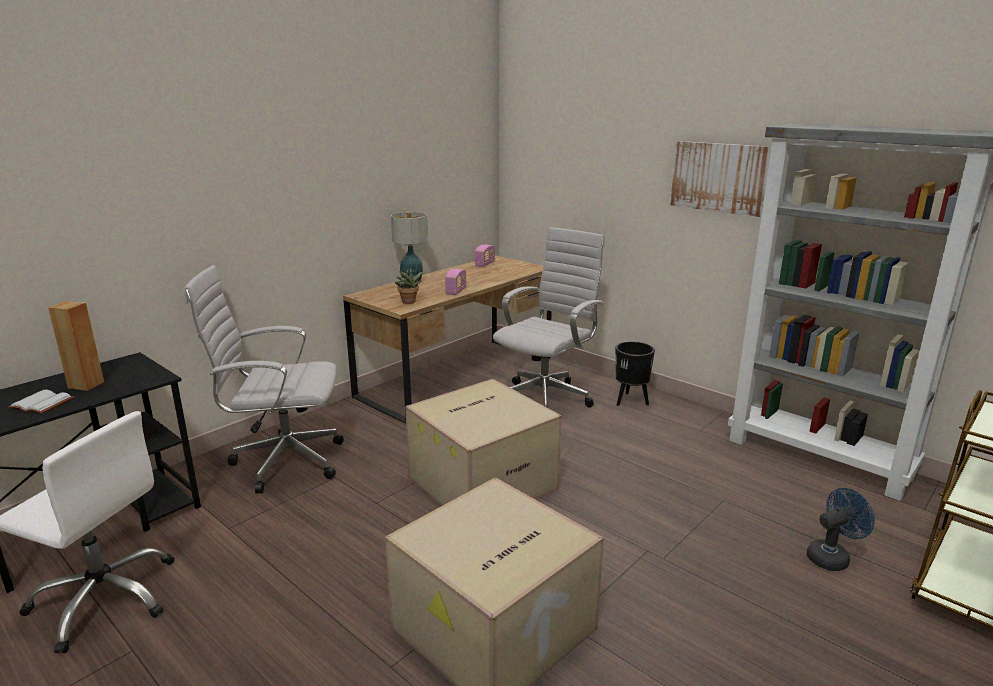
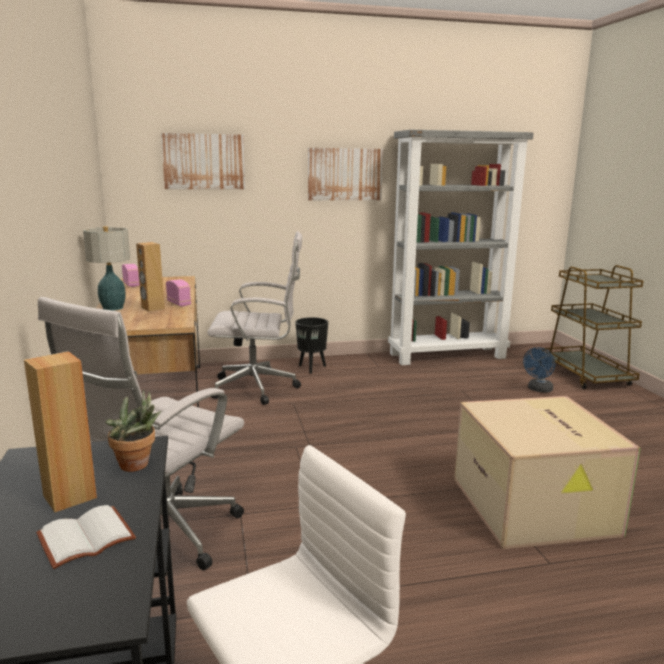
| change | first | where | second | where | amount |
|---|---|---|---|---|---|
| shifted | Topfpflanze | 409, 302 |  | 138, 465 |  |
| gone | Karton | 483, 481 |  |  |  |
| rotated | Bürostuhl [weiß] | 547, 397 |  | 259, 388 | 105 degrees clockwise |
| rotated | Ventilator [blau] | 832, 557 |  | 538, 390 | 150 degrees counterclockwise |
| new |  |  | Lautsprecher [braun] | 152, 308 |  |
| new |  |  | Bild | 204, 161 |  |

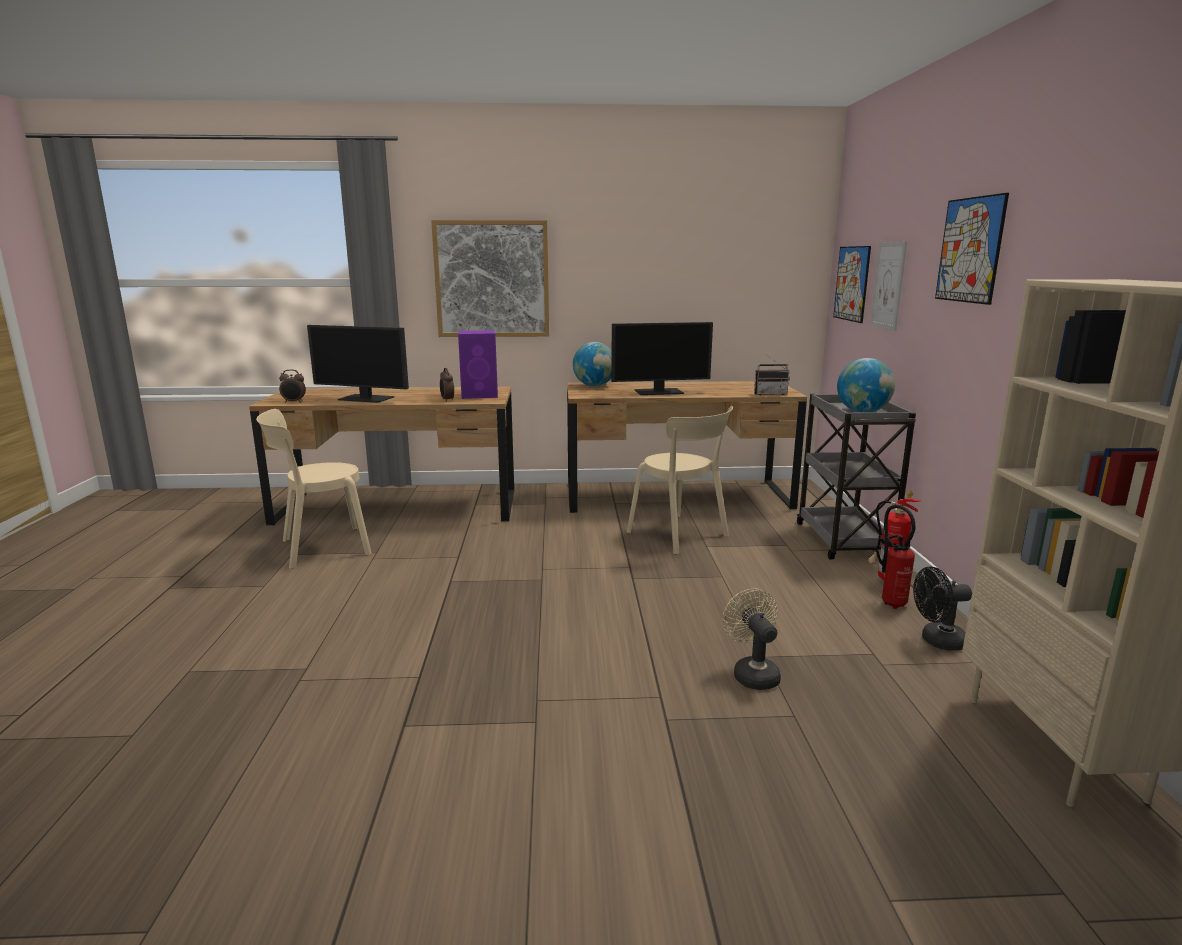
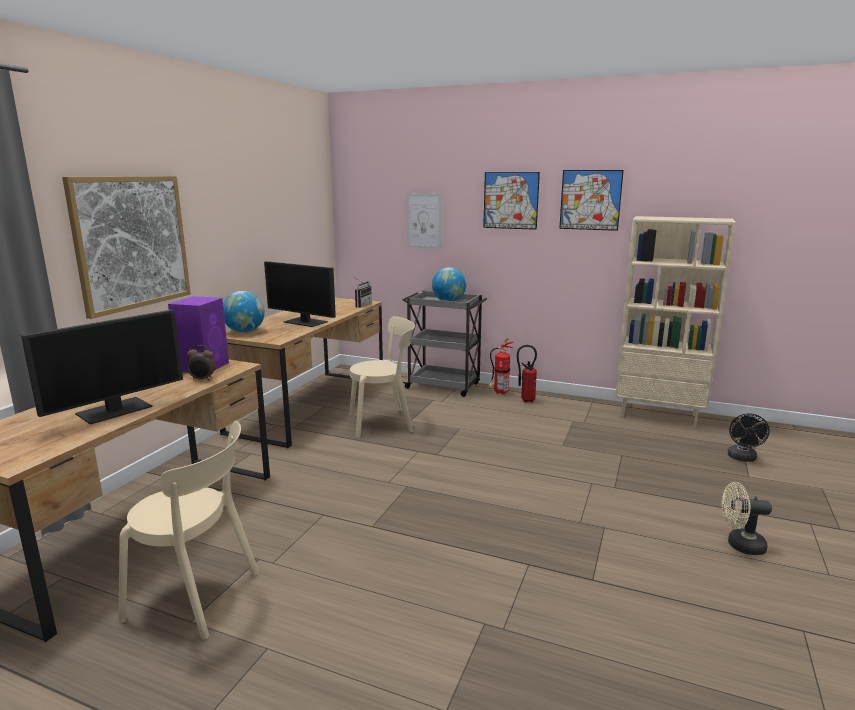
| change | first | where | second | where | amount |
|---|---|---|---|---|---|
| rotated | Stuhl [beige] | 320, 548 |  | 198, 597 | 75 degrees counterclockwise |
| gone | Wecker | 294, 402 |  |  |  |
| rotated | Monitor | 659, 392 |  | 305, 322 | 105 degrees clockwise |
| shifted | Ventilator [beige] | 752, 673 |  | 740, 545 |  |
| shifted | Bild | 851, 283 |  | 590, 200 |  |
| shifted | Ventilator [schwarz] | 937, 641 |  | 742, 458 |  |

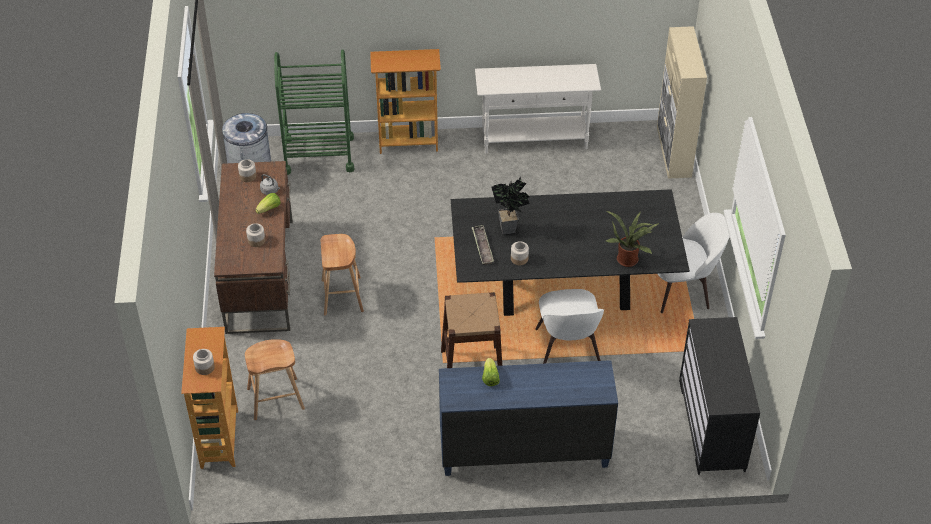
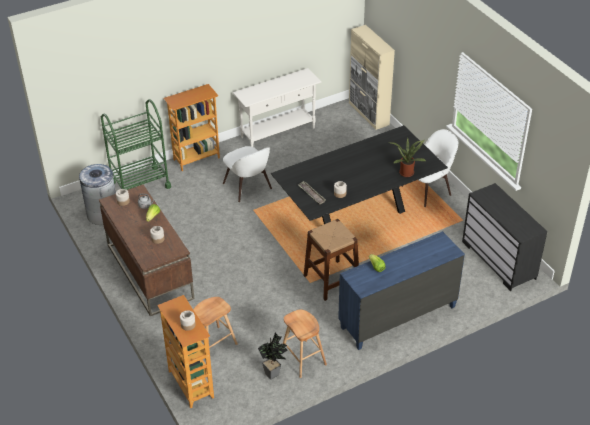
| change | first | where | second | where | amount |
|---|---|---|---|---|---|
| shifted | Hocker [braun] | 342, 295 |  | 303, 358 |  |
| shifted | Topfpflanze | 510, 230 |  | 274, 374 |  |
| shifted | Stuhl [weiß] | 568, 348 |  | 248, 187 |  |

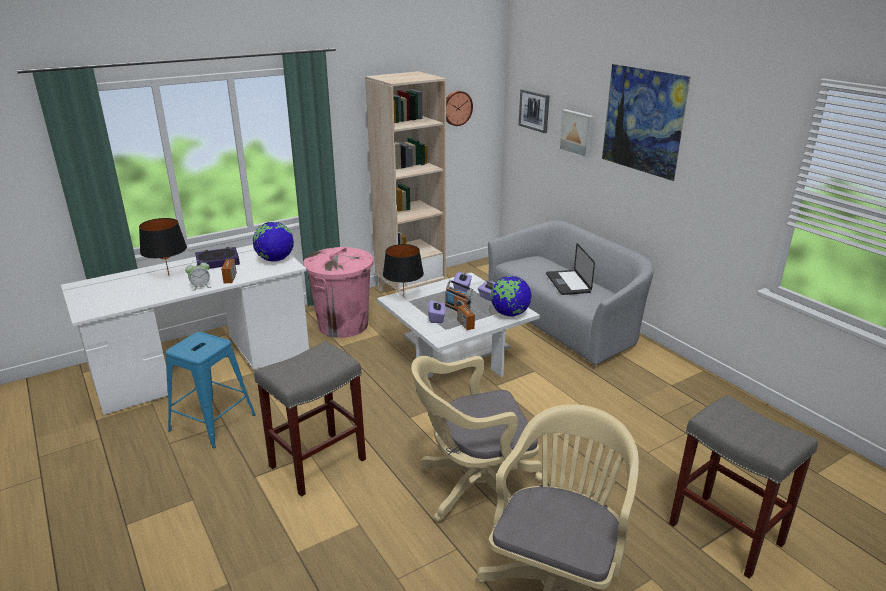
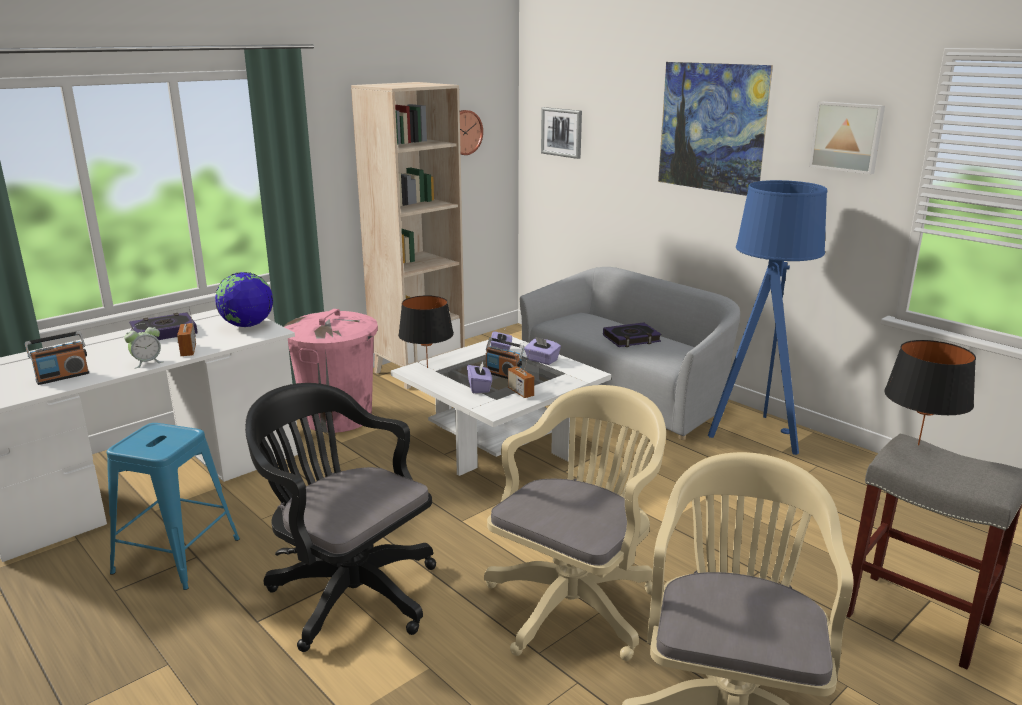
| change | first | where | second | where | amount |
|---|---|---|---|---|---|
| shifted | Tischlampe [schwarz] | 169, 275 |  | 918, 444 |  |
| swapped | Hocker [grau] | 318, 462 | Bürostuhl [schwarz] | 348, 591 |  |
| rotated | Bürostuhl [beige] | 473, 489 |  | 576, 601 | 150 degrees clockwise |
| gone | Globus | 509, 314 |  |  |  |
| swapped | Laptop | 568, 283 | Buch | 631, 339 |  |
| shifted | Bild | 577, 133 |  | 847, 137 |  |
| new |  |  | Radio | 62, 377 |  |
| new |  |  | Stehlampe [blau] | 756, 435 |  |

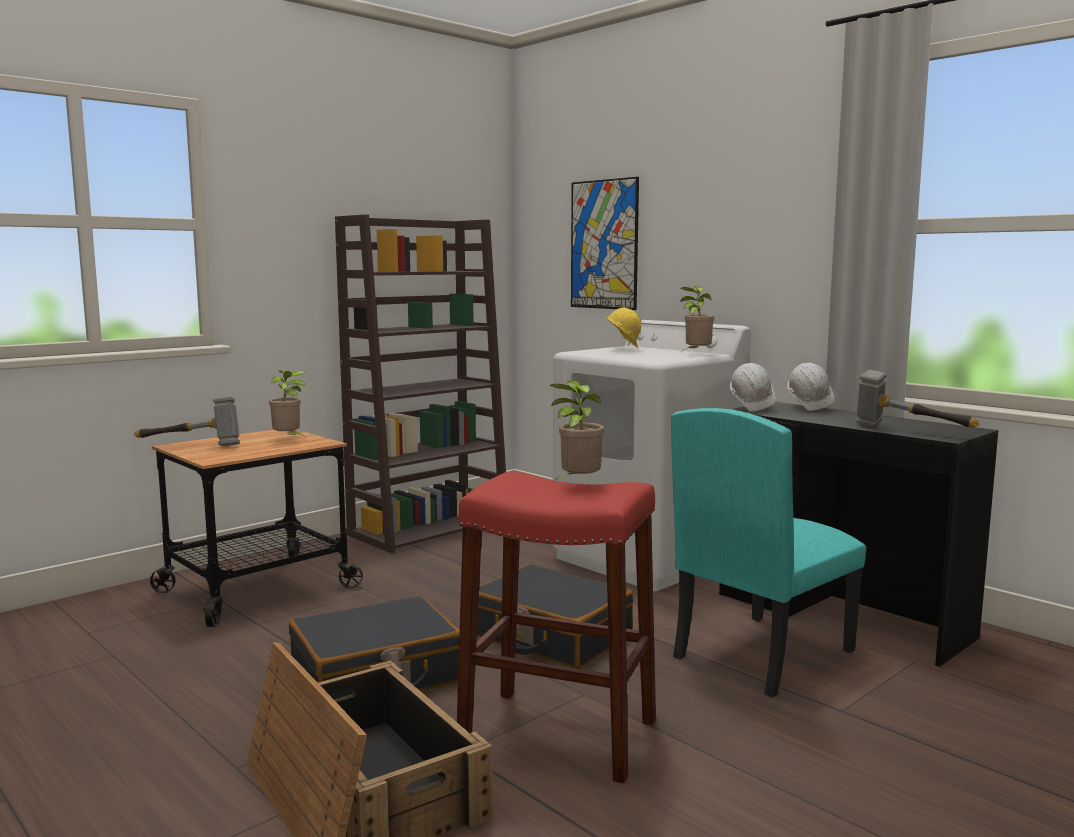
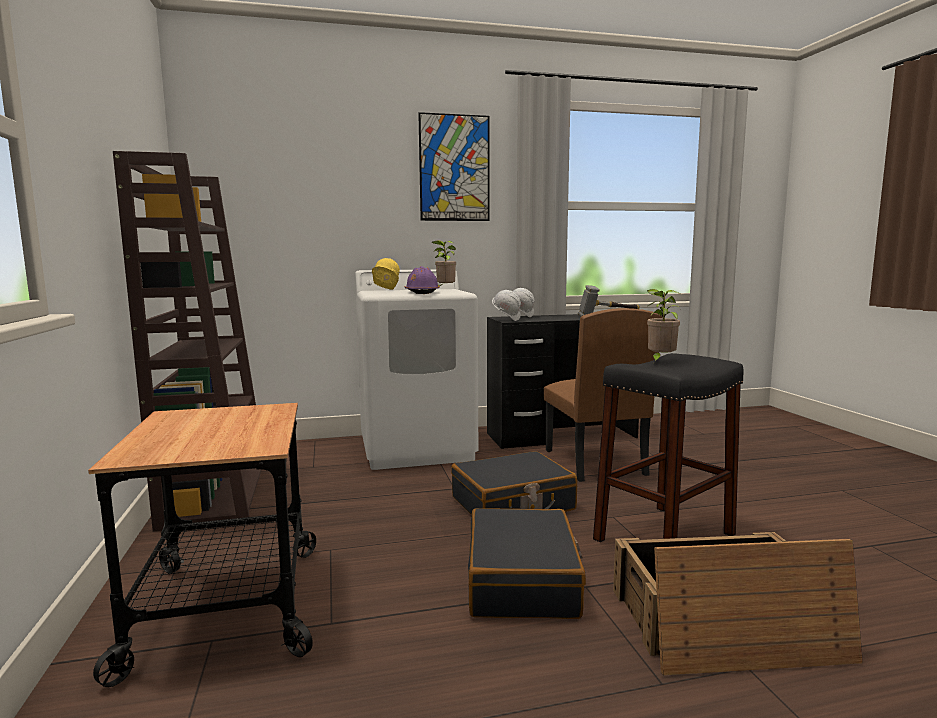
| change | first | where | second | where | amount |
|---|---|---|---|---|---|
| gone | Hammer | 192, 446 |  |  |  |
| gone | Topfpflanze | 288, 439 |  |  |  |
| repainted | Hocker [rot] | 558, 734 | Hocker [schwarz] | 664, 537 |  |
| shifted | Bild | 604, 244 |  | 454, 168 |  |
| repainted | Stuhl [türkis] | 762, 653 | Stuhl [braun] | 594, 462 |  |
| new |  |  | Schutzhelm [lila] | 422, 293 |  |

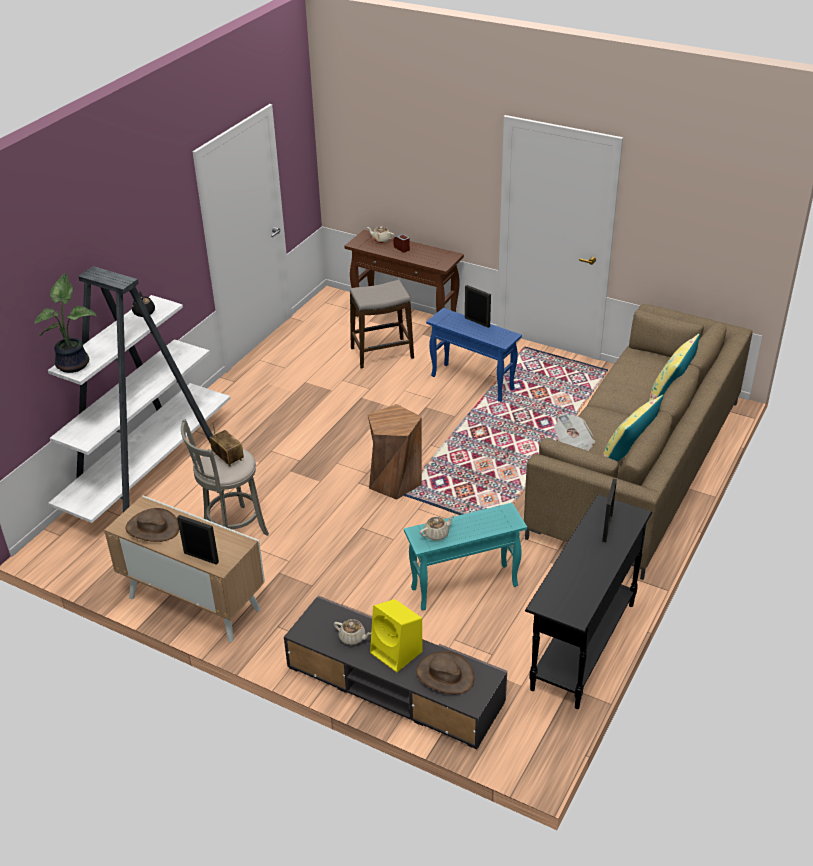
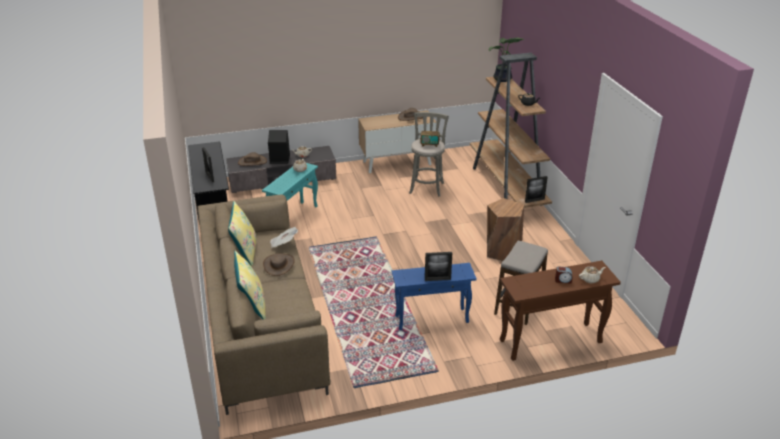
| change | first | where | second | where | amount |
|---|---|---|---|---|---|
| repainted | Bücherregal [weiß] | 149, 470 | Bücherregal [braun] | 507, 187 |  |
| shifted | Bilderrahmen | 201, 557 |  | 534, 200 |  |
| shifted | Hocker [braun] | 395, 481 |  | 502, 251 |  |
| repainted | Lautsprecher [gelb] | 397, 652 | Lautsprecher [schwarz] | 279, 159 |  |
| new |  |  | Hut [braun] | 279, 265 |  |

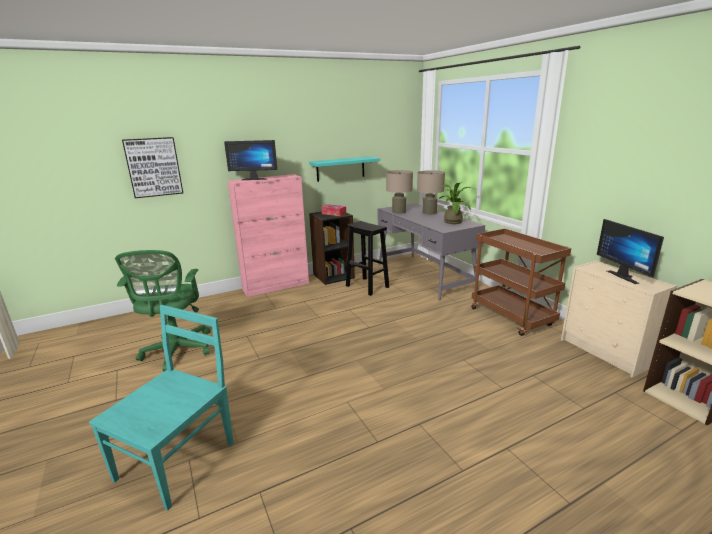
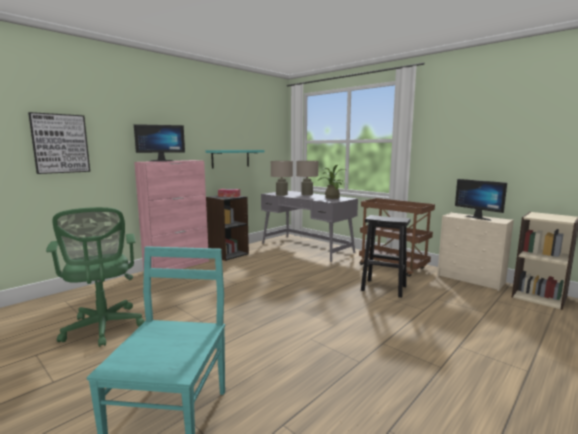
| change | first | where | second | where | amount |
|---|---|---|---|---|---|
| shifted | Hocker [schwarz] | 366, 286 |  | 383, 288 |  |

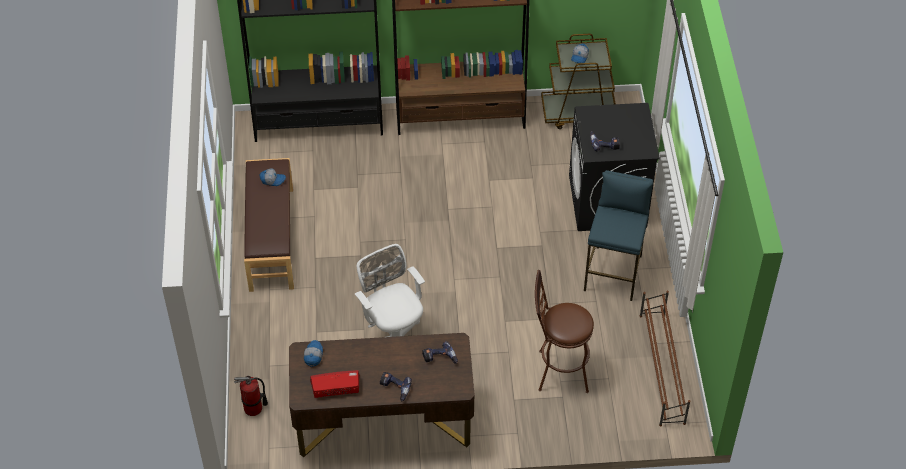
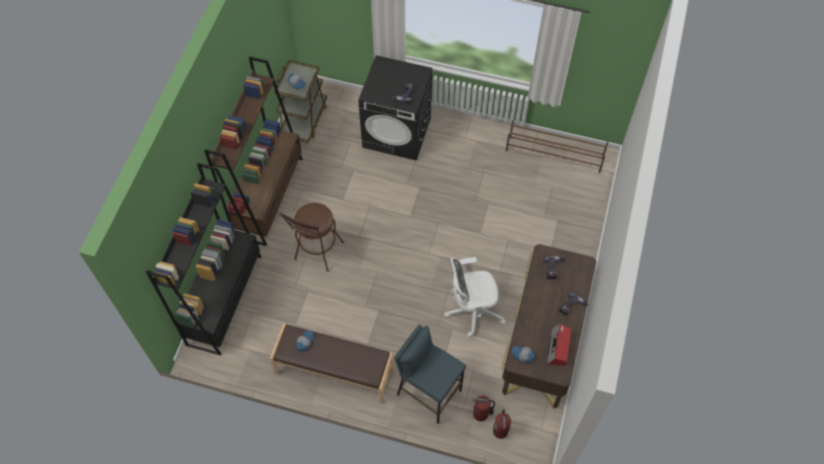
| change | first | where | second | where | amount |
|---|---|---|---|---|---|
| shifted | Hocker [braun] | 557, 371 |  | 317, 254 |  |
| shifted | Hocker [blau] | 614, 273 |  | 428, 392 |  |
| new |  |  | Feuerlöscher | 481, 414 |  |

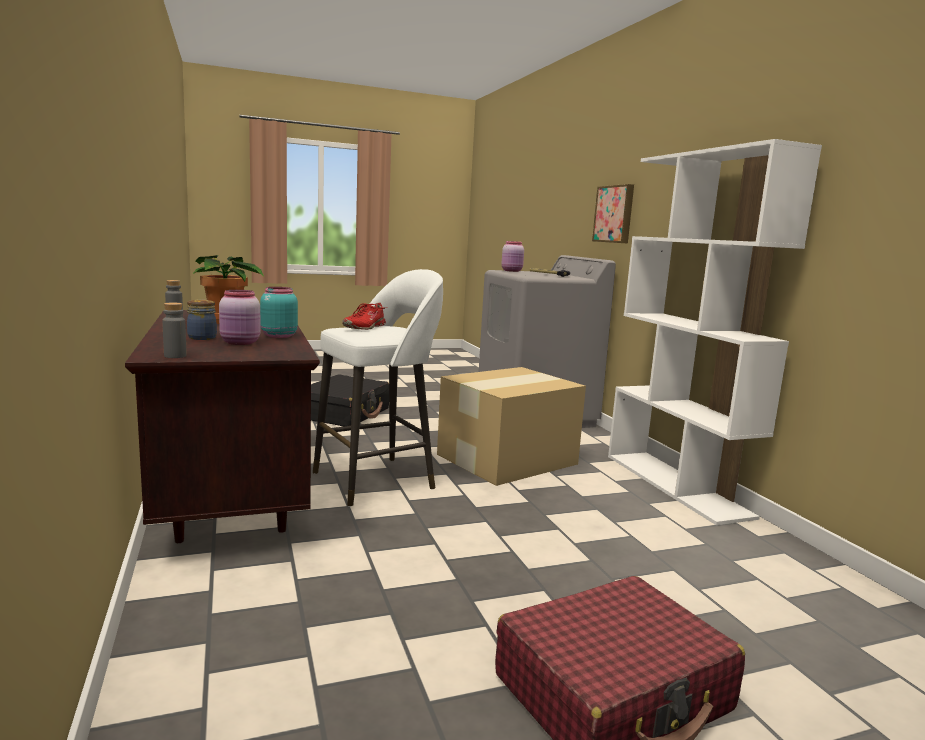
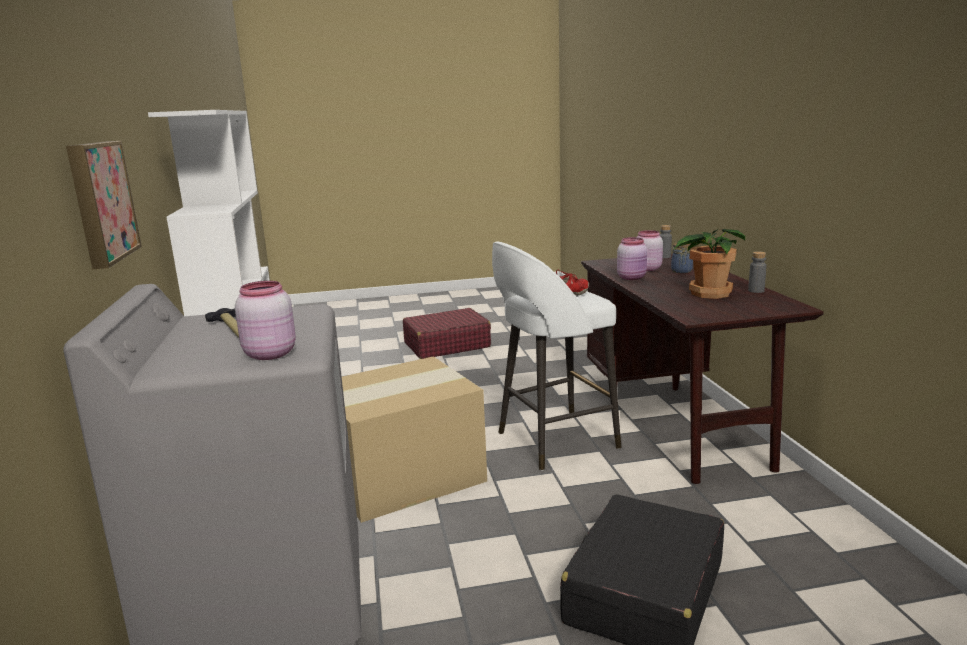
| change | first | where | second | where | amount |
|---|---|---|---|---|---|
| repainted | Vorratsglas [türkis] | 278, 336 | Vorratsglas [rosa] | 632, 278 |  |

